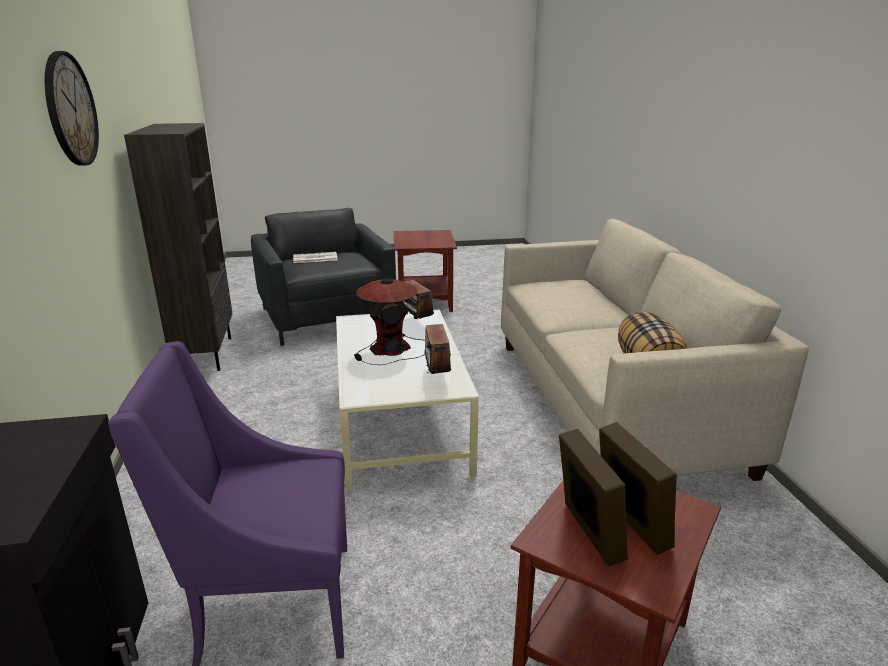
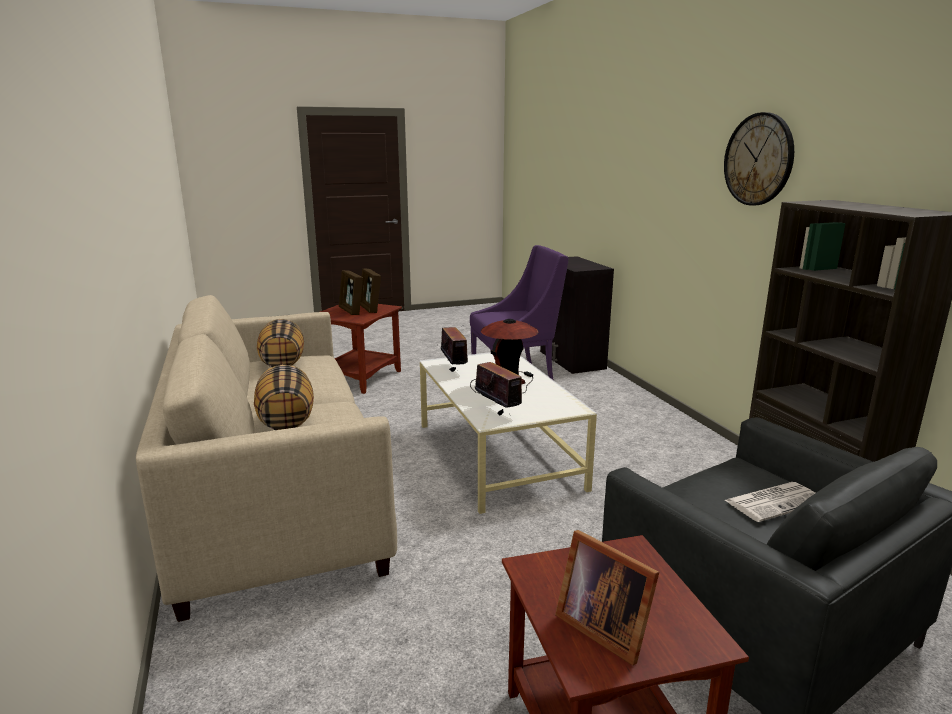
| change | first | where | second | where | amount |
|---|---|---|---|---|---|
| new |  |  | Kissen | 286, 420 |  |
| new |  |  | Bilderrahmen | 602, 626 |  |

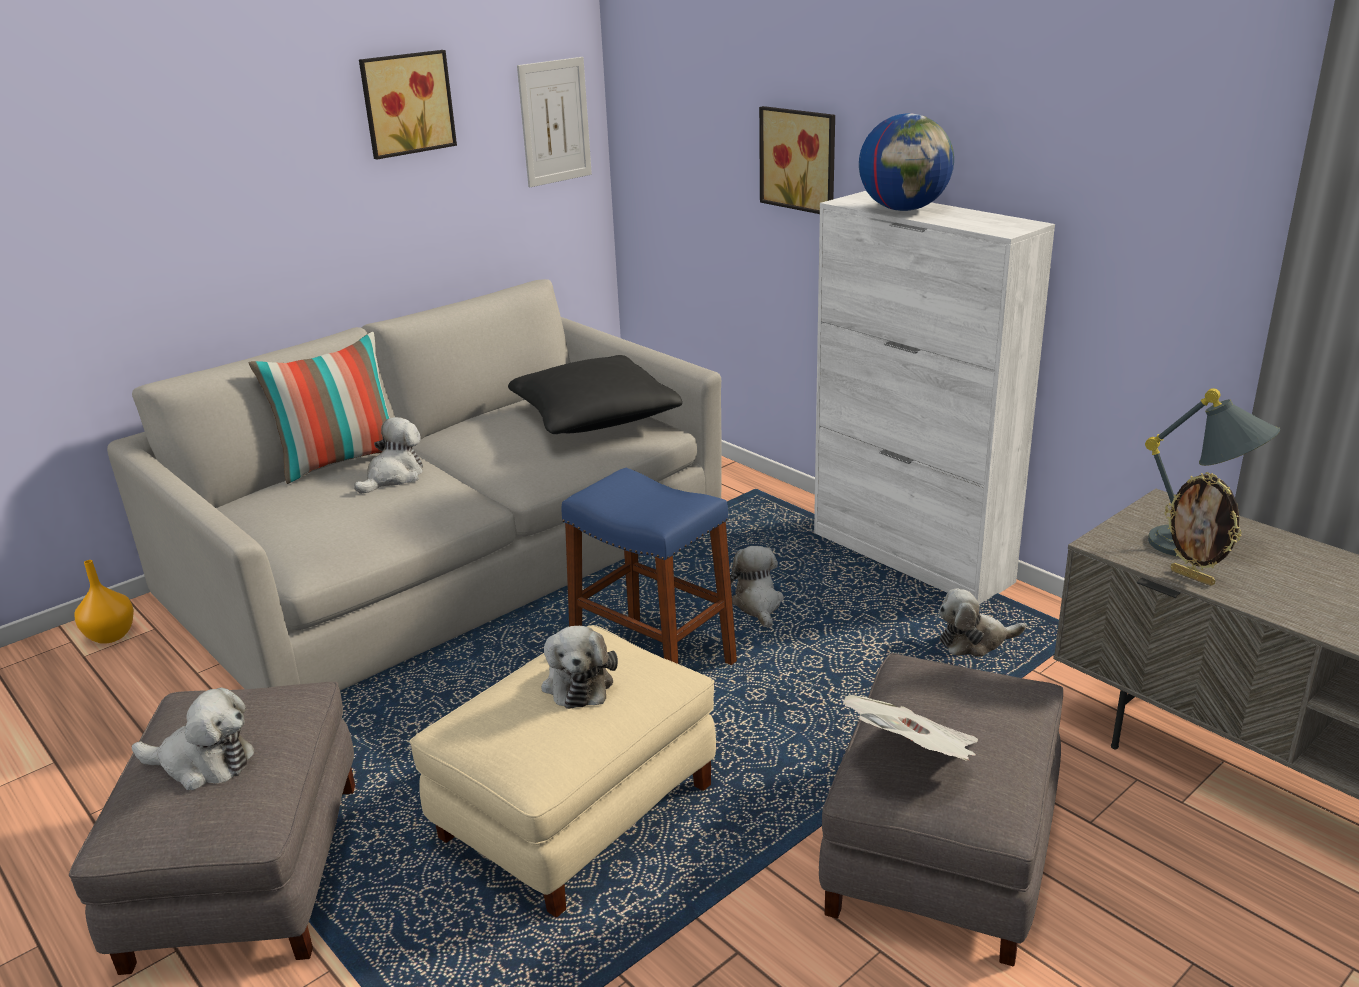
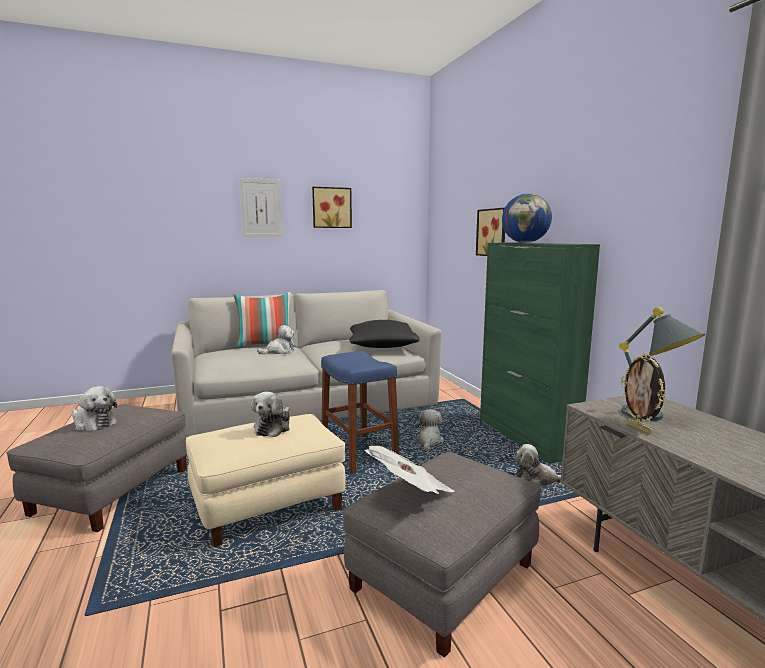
| change | first | where | second | where | amount |
|---|---|---|---|---|---|
| gone | Vase [orange] | 111, 635 |  |  |  |
| shifted | Bild | 555, 122 |  | 261, 208 |  |
| repainted | Schrank [weiß] | 911, 558 | Schrank [grün] | 525, 437 |  |

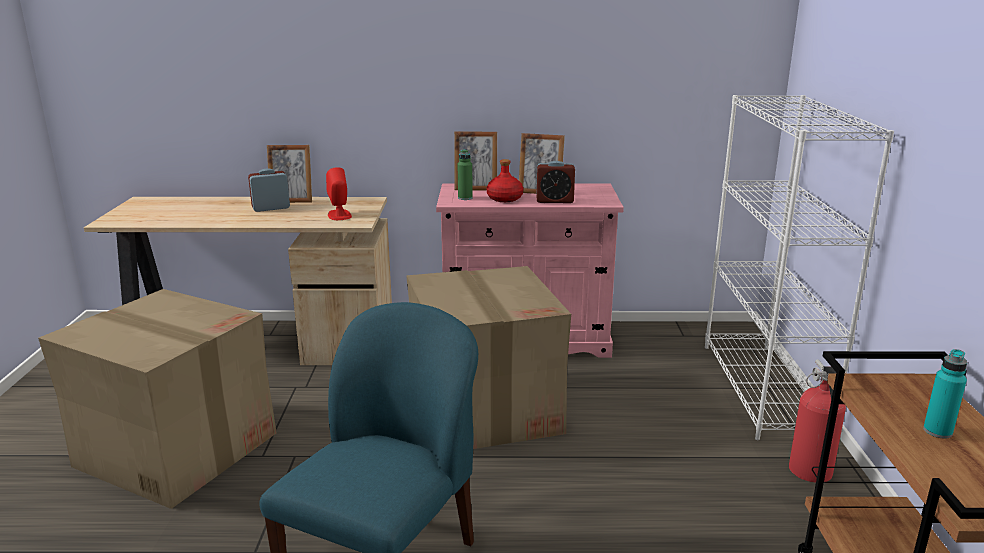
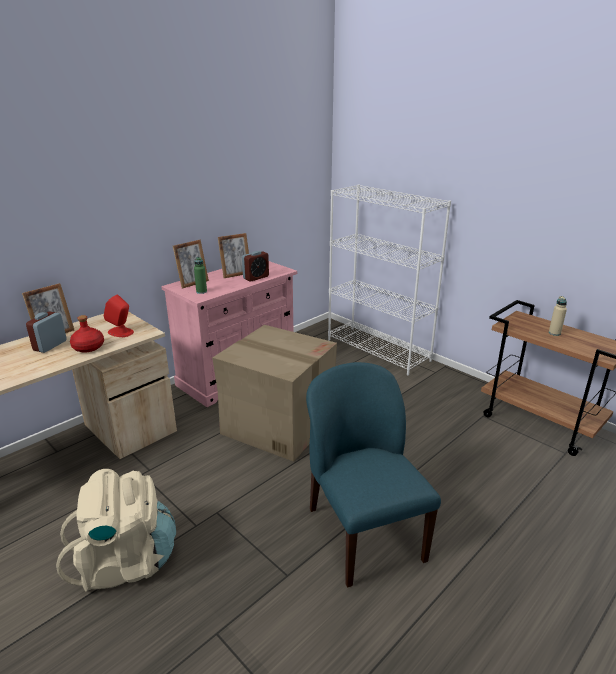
| change | first | where | second | where | amount |
|---|---|---|---|---|---|
| swapped | Karton | 176, 449 | Rucksack [beige] | 126, 561 |  |
| shifted | Flasche [rot] | 504, 198 |  | 88, 347 |  |
| gone | Feuerlöscher | 812, 473 |  |  |  |
| repainted | Flasche [türkis] | 937, 431 | Flasche [beige] | 554, 333 |  |

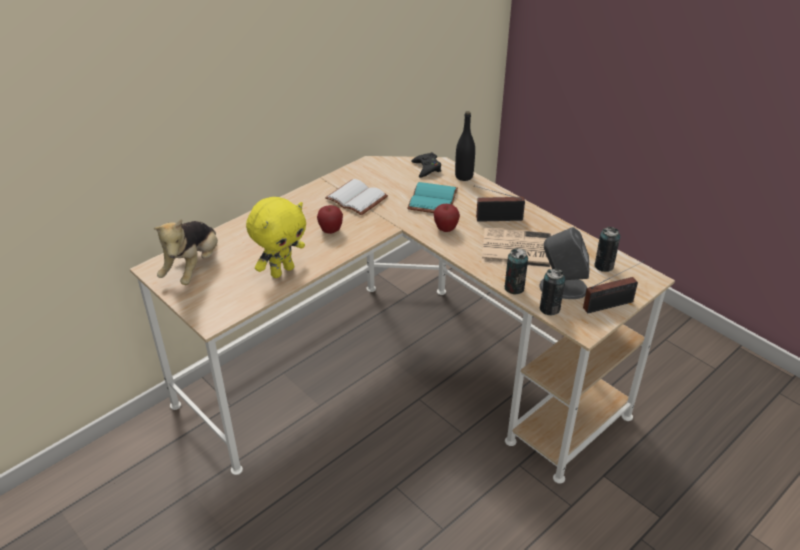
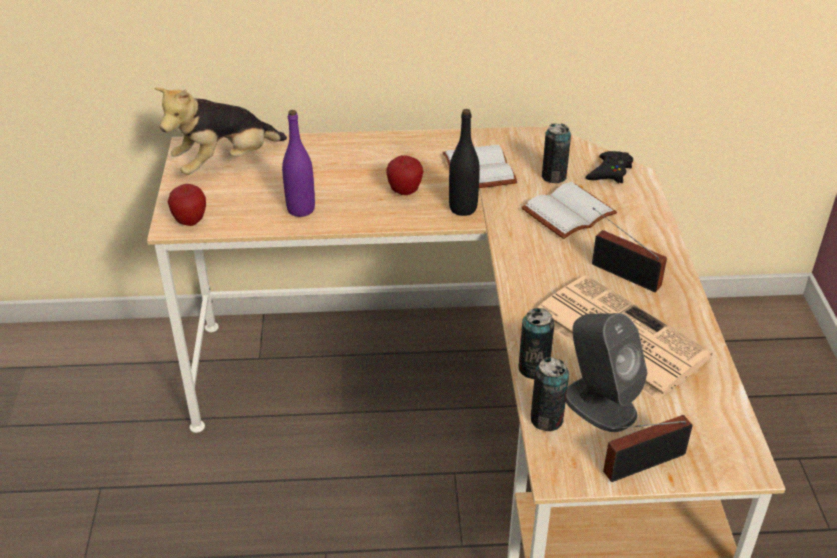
| change | first | where | second | where | amount |
|---|---|---|---|---|---|
| swapped | Plüschtier [gelb] | 282, 271 | Flasche [lila] | 301, 209 |  |
| repainted | Buch [türkis] | 434, 200 | Buch [weiß] | 569, 214 |  |
| shifted | Apfel | 446, 229 |  | 190, 221 |  |
| shifted | Flasche [schwarz] | 464, 176 |  | 463, 208 |  |
| rotated | Radio | 611, 305 |  | 639, 464 | 135 degrees clockwise |
| shifted | Dose | 604, 266 |  | 554, 177 |  |

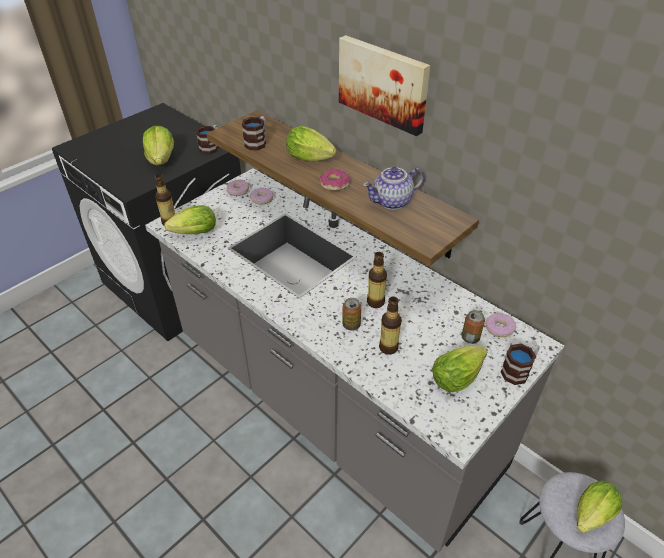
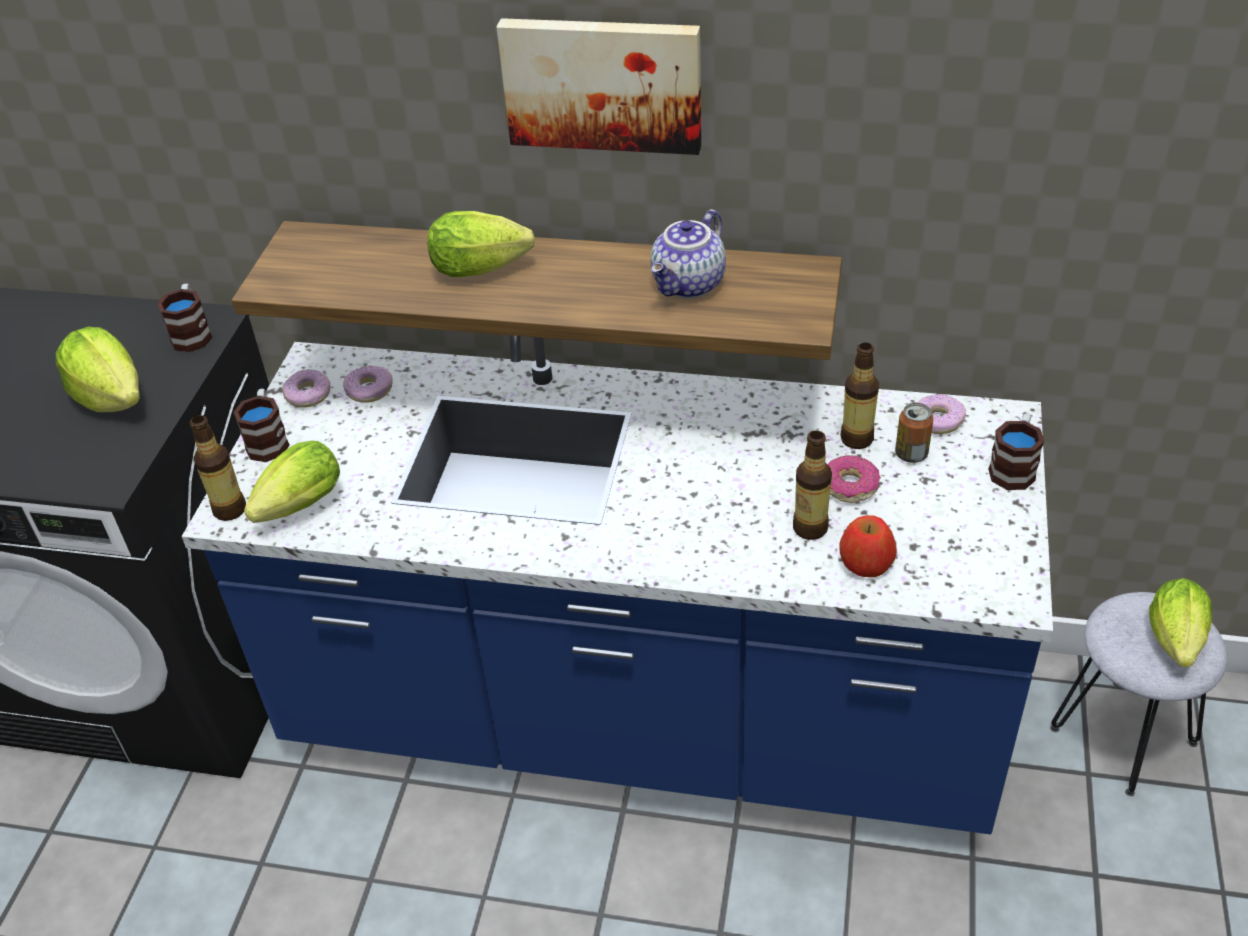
| change | first | where | second | where | amount |
|---|---|---|---|---|---|
| repainted | Küchenzeile [grau] | 332, 402 | Küchenzeile [blau] | 640, 715 |  |
| shifted | Henkelbecher | 257, 142 |  | 268, 440 |  |
| shifted | Donut | 334, 184 |  | 849, 486 |  |
| gone | Dose | 351, 325 |  |  |  |
| shifted | Flasche | 375, 302 |  | 856, 439 |  |
| gone | Salatkopf | 459, 376 |  |  |  |
| new |  |  | Apfel | 866, 562 |  |

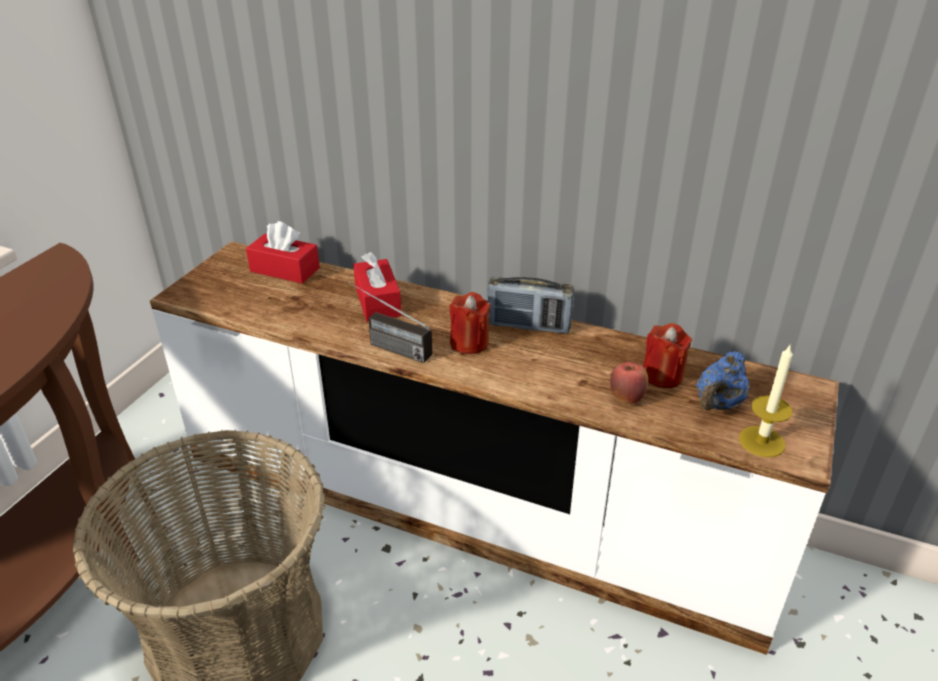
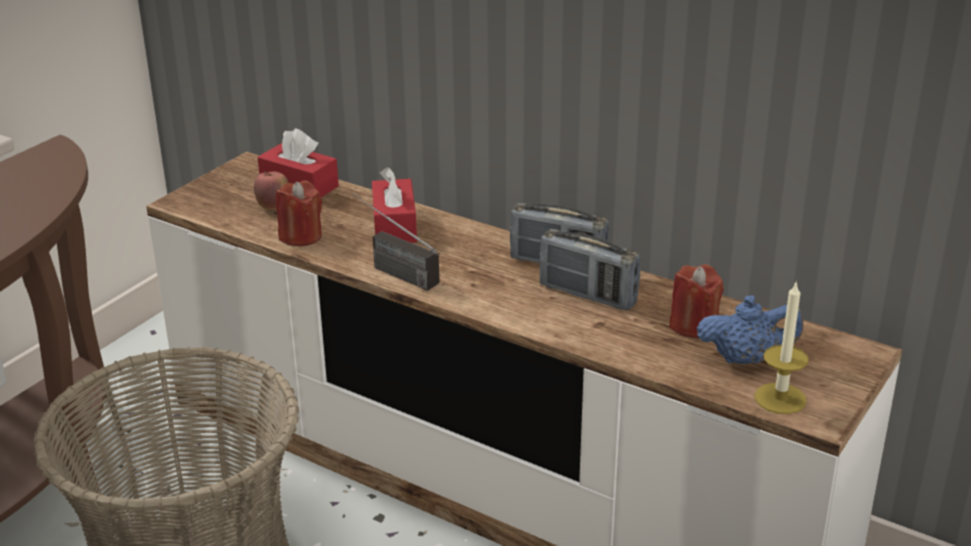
| change | first | where | second | where | amount |
|---|---|---|---|---|---|
| shifted | Kerze [rot] | 469, 343 |  | 301, 236 |  |
| shifted | Apfel | 627, 398 |  | 273, 207 |  |
| rotated | Teekanne [blau] | 717, 404 |  | 745, 359 | 135 degrees counterclockwise |
| new |  |  | Radio | 587, 295 |  |

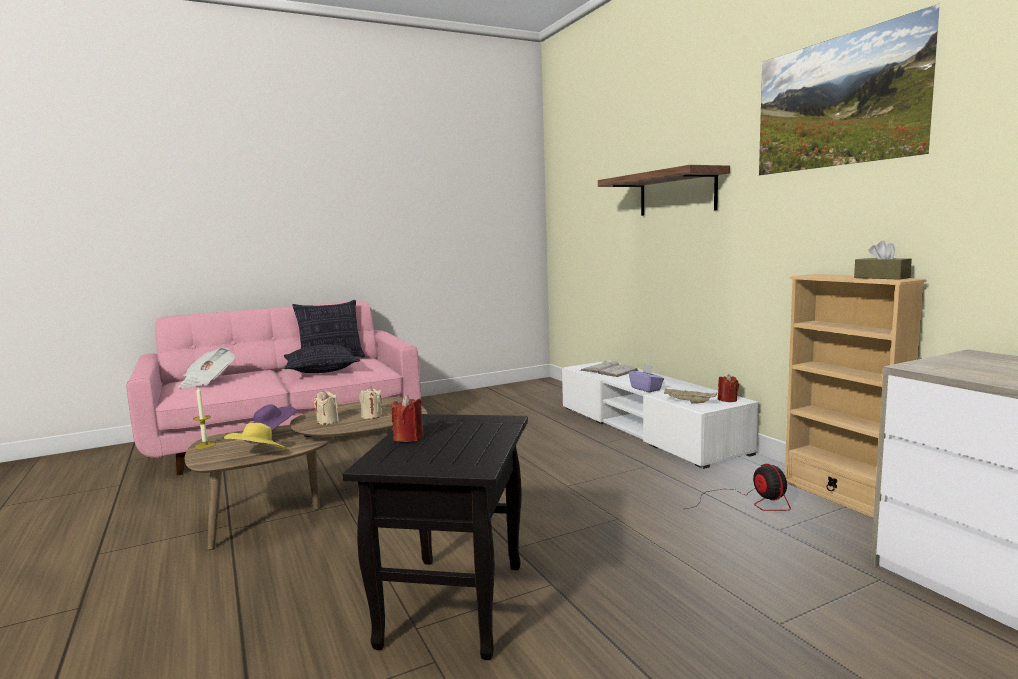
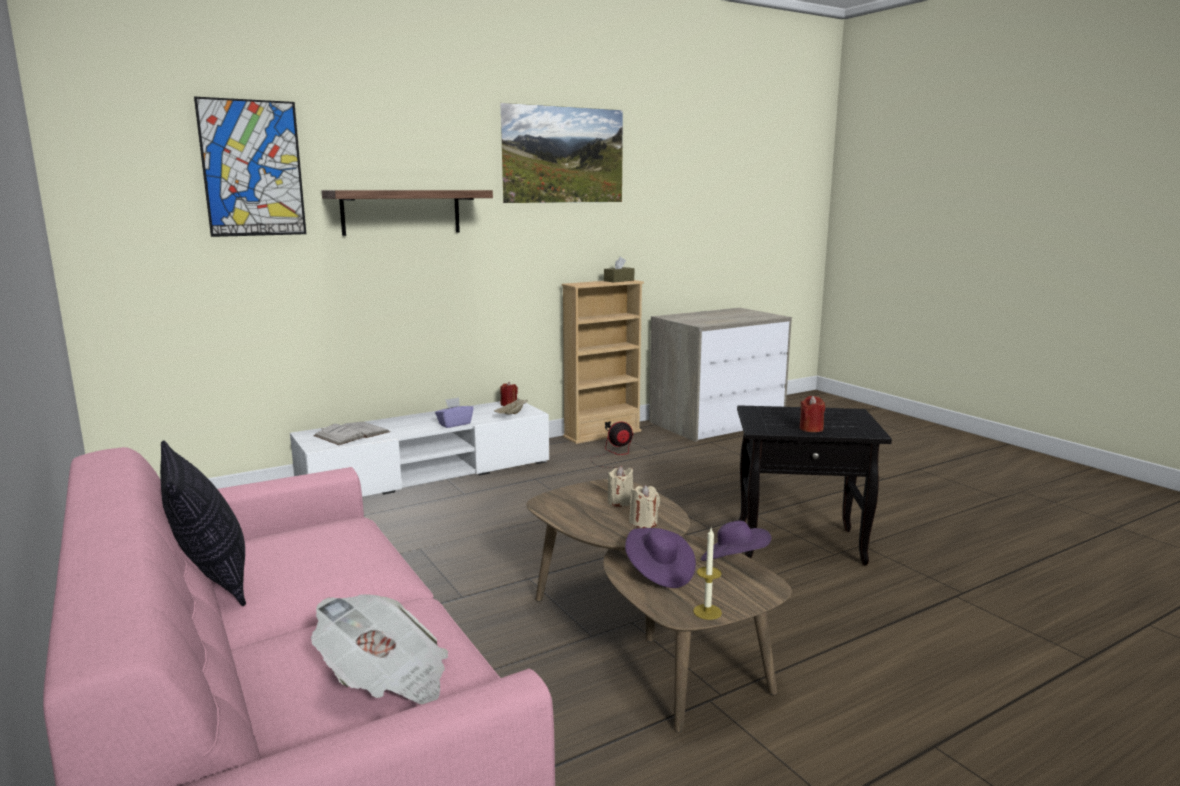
| change | first | where | second | where | amount |
|---|---|---|---|---|---|
| repainted | Hut [gelb] | 258, 455 | Hut [lila] | 734, 562 |  |
| gone | Kissen | 321, 370 |  |  |  |
| new |  |  | Bild | 252, 168 |  |

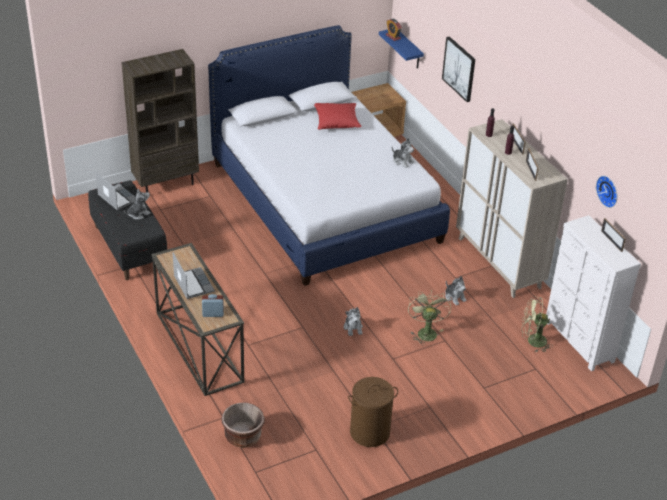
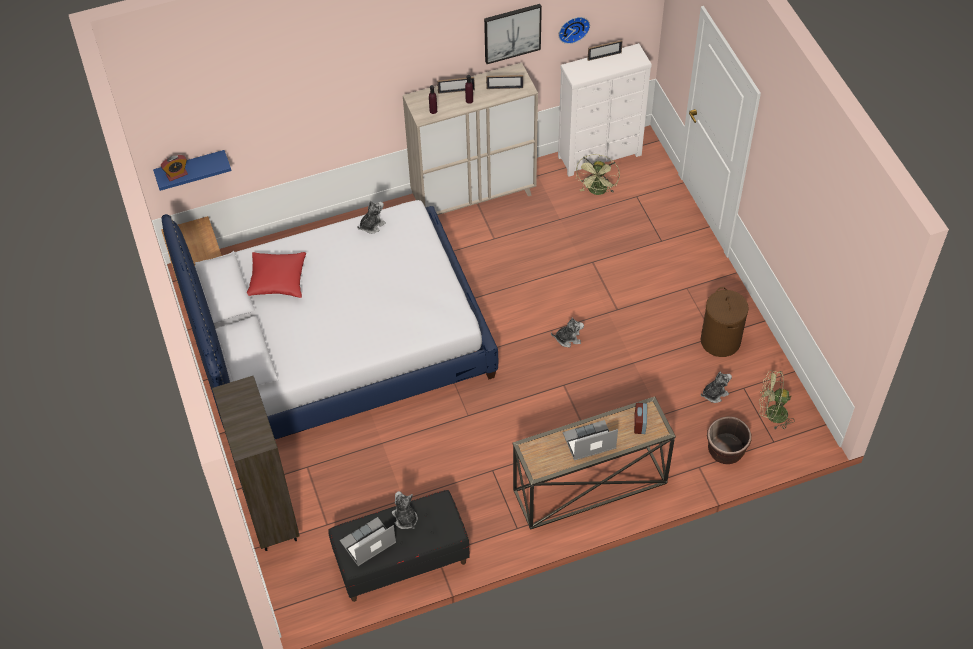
| change | first | where | second | where | amount |
|---|---|---|---|---|---|
| shifted | Ventilator [grün] | 426, 331 |  | 771, 414 |  |
| shifted | Bild | 459, 68 |  | 512, 32 |  |
| shifted | Plüschtier | 454, 297 |  | 714, 393 |  |

